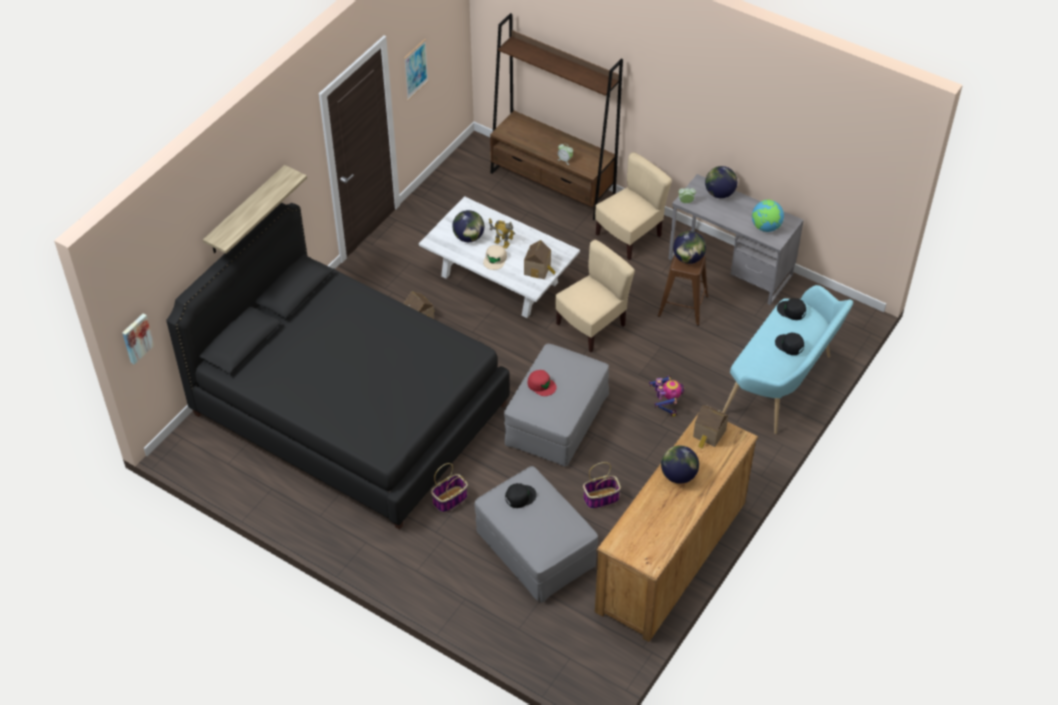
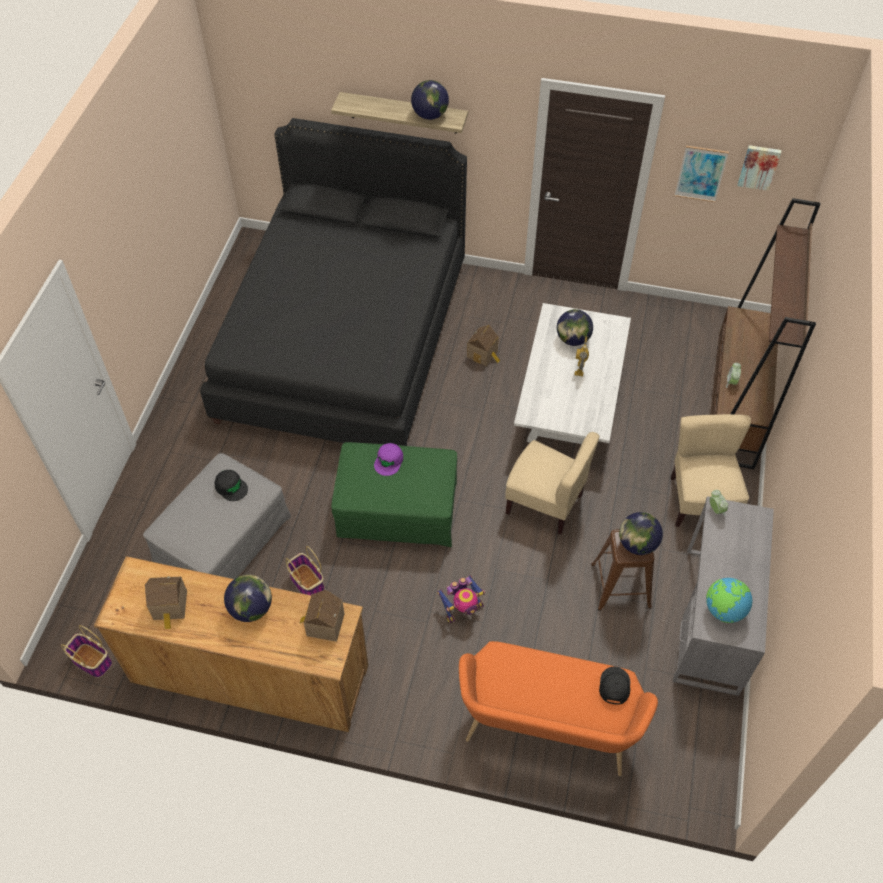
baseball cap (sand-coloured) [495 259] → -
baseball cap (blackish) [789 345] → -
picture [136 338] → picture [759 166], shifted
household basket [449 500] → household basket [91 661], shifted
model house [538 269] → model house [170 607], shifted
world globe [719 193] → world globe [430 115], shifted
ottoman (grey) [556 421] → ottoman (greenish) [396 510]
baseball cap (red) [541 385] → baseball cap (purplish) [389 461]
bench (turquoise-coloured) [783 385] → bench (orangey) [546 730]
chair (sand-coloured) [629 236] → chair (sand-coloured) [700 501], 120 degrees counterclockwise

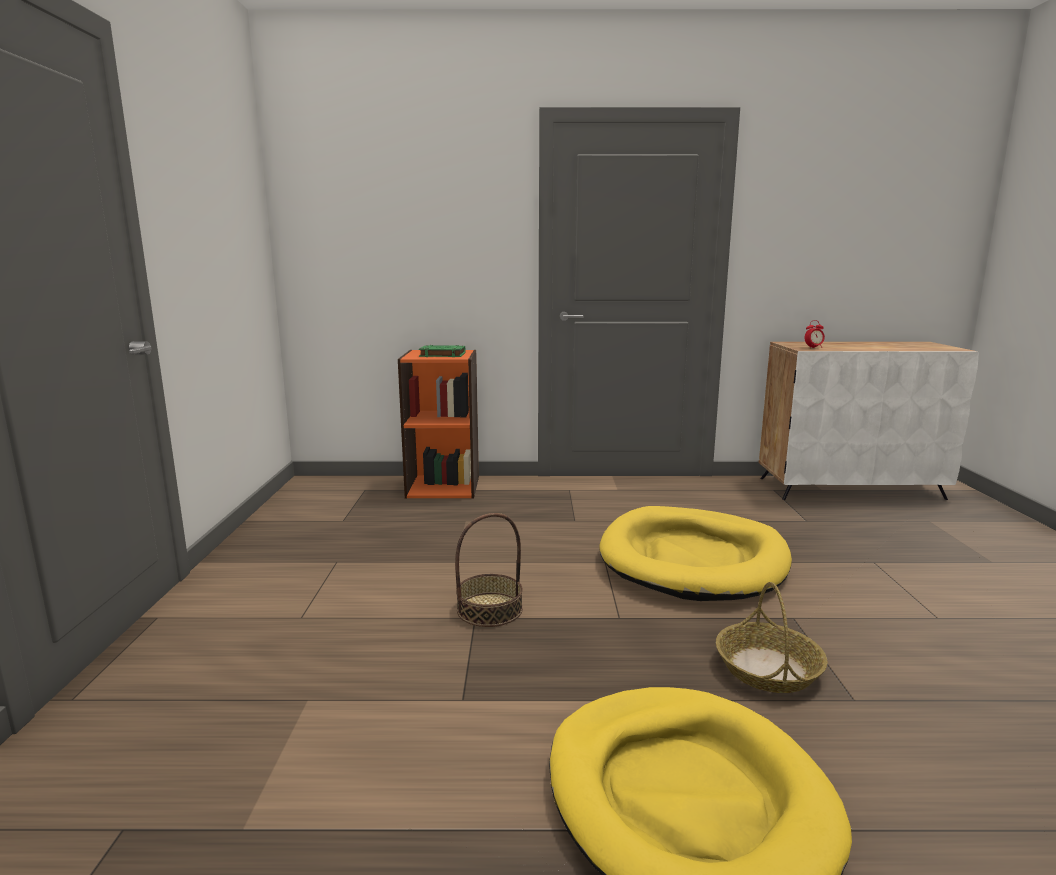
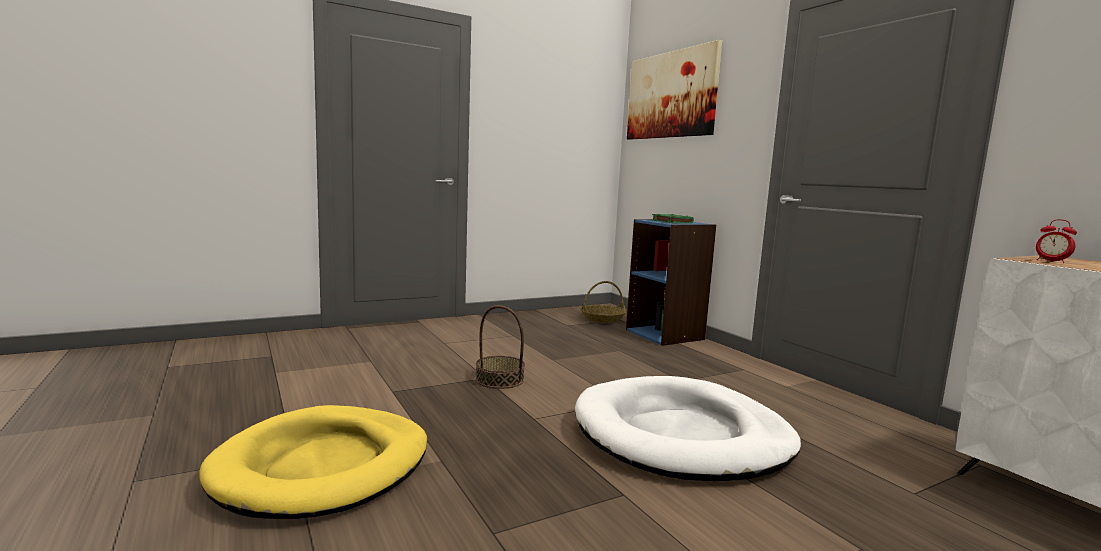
- → picture [671 95]
household basket [768 669] → household basket [602 319], shifted
bookcase (orangey) [443 486] → bookcase (blue-coloured) [665 334]
dog cushion (yellowish) [693 559] → dog cushion (whitish) [682 435]

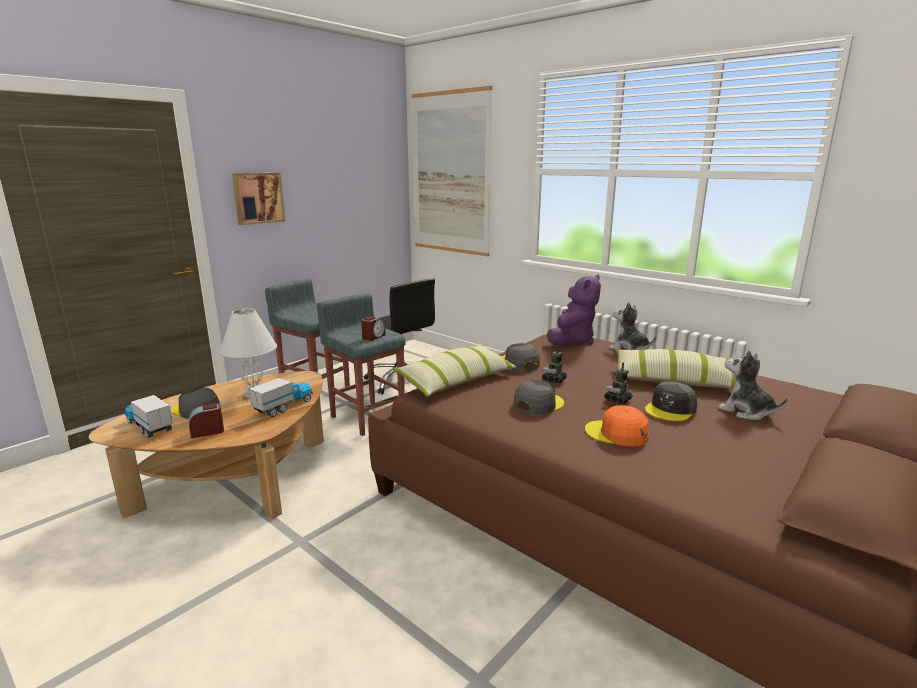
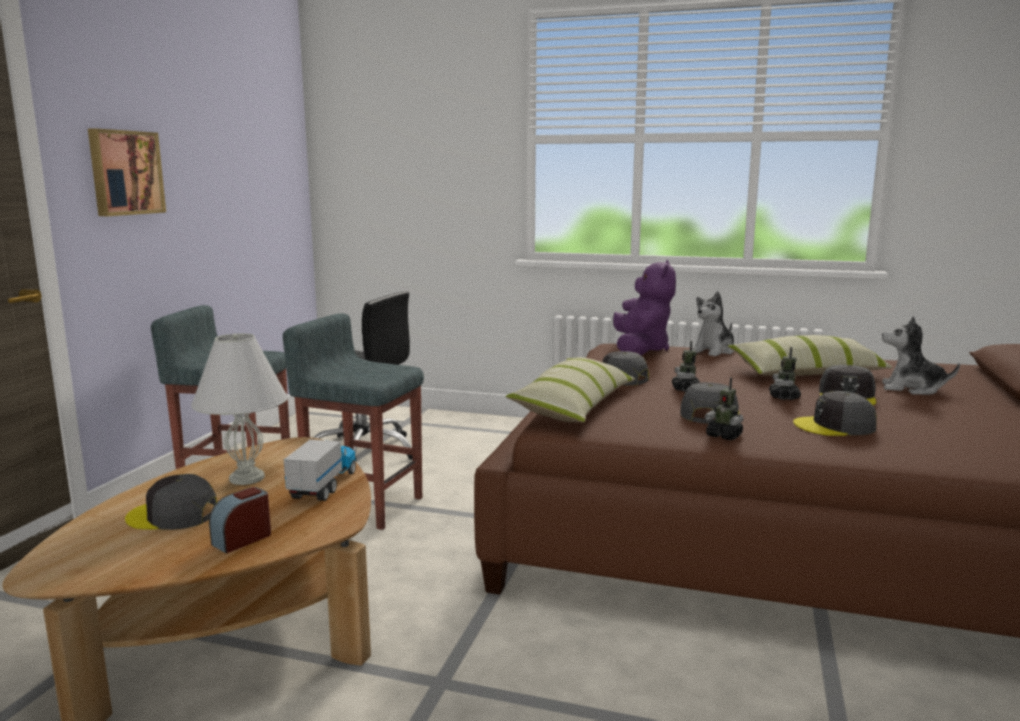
model truck [149 426] → -
alarm clock [373 337] → -
picture [450 174] → -
- → model robot [724 436]
baseball cap (orangey) [617 434] → baseball cap (grey) [835 426]
cuddly toy [629 349] → cuddly toy [714 351], 60 degrees counterclockwise

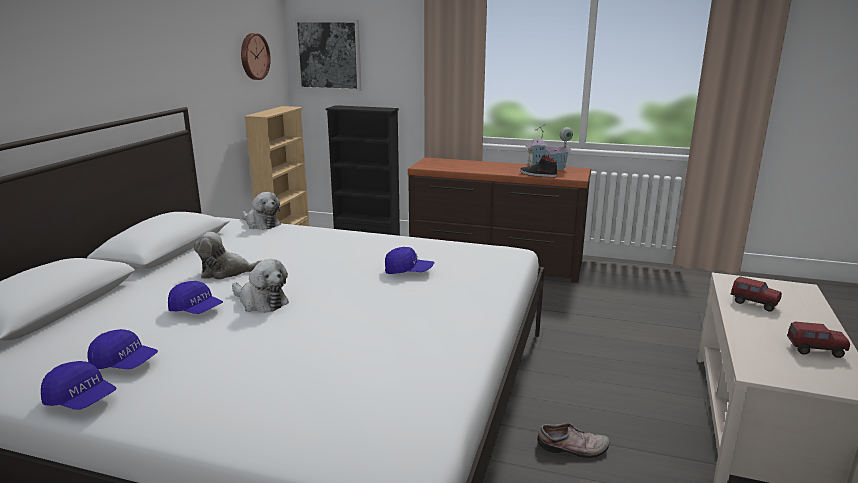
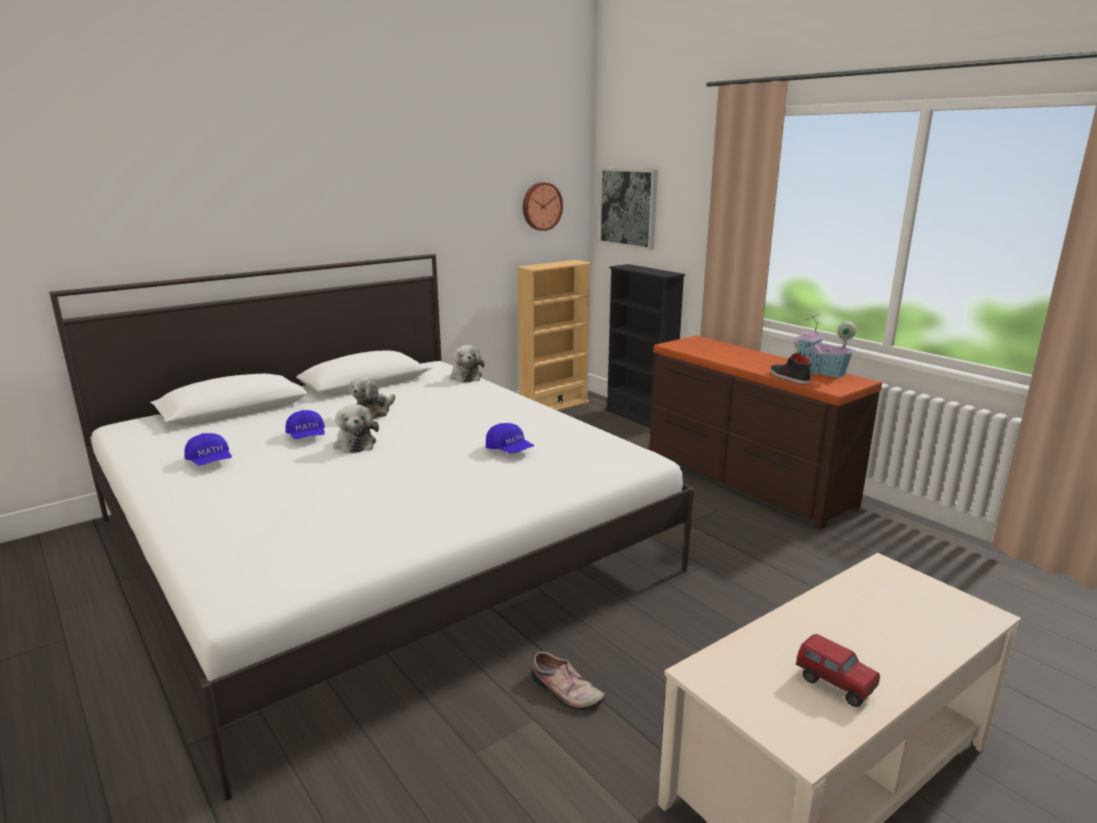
baseball cap (blue-coloured) [81 400] → -
model truck [754 304] → -
cuddly toy [226 272] → cuddly toy [373 412], 90 degrees counterclockwise

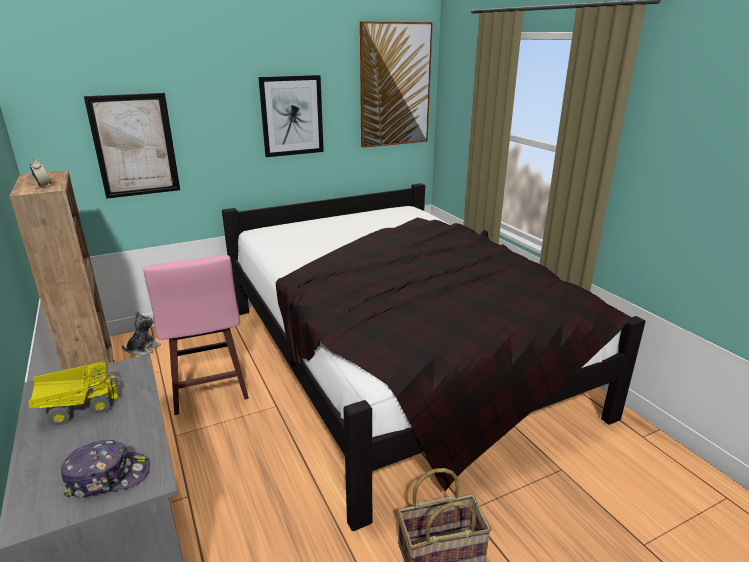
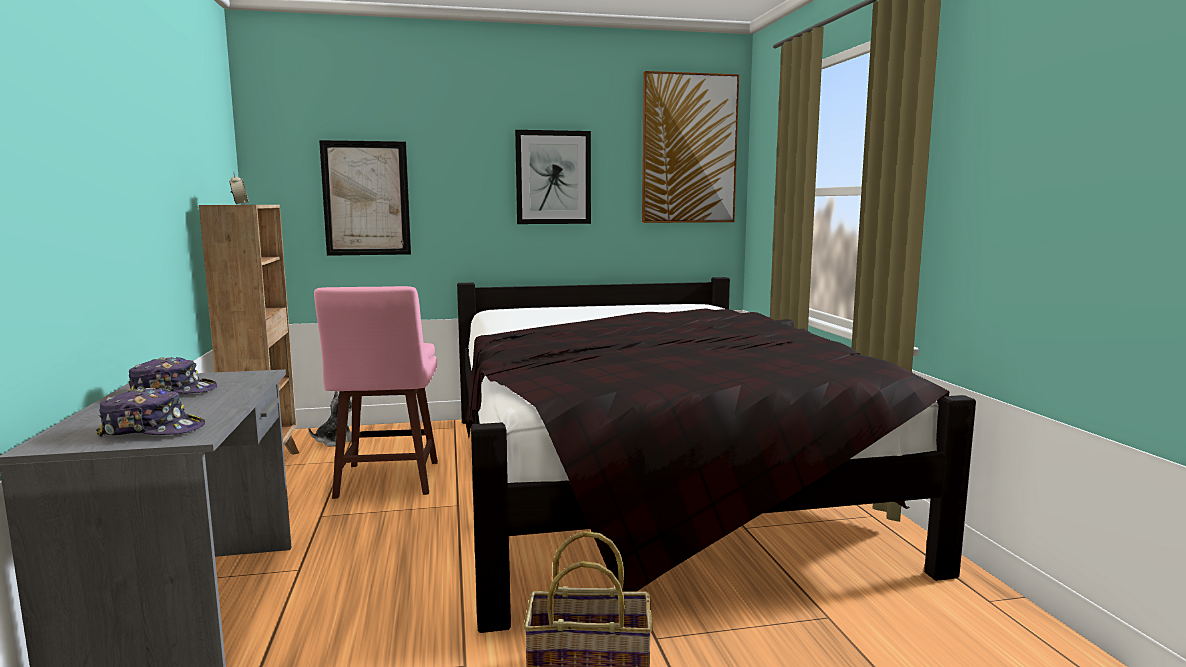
model truck [77 408] → baseball cap [173 391]

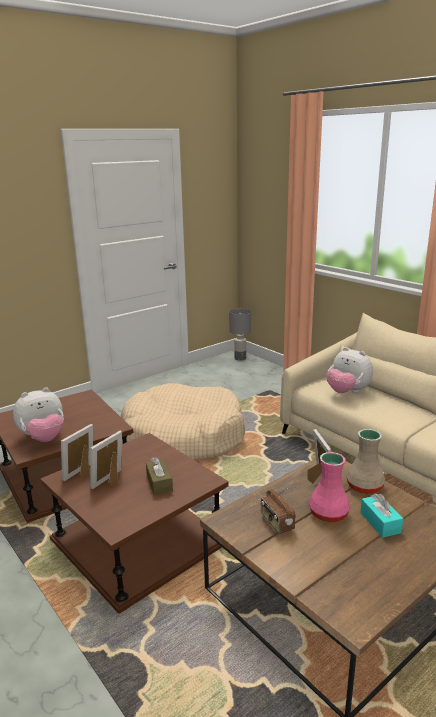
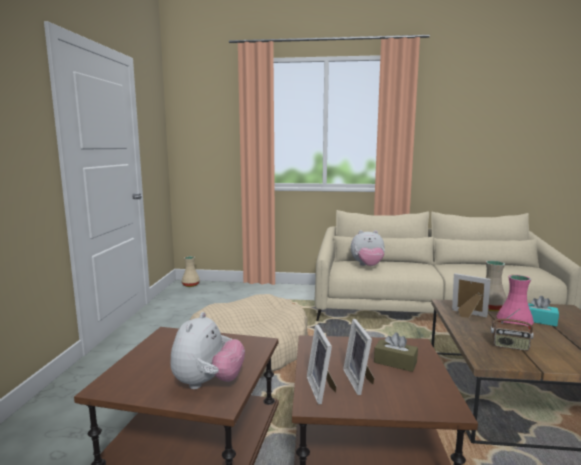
tabletop lamp (grey) [240 358] → flower vase (sand-coloured) [190 285]

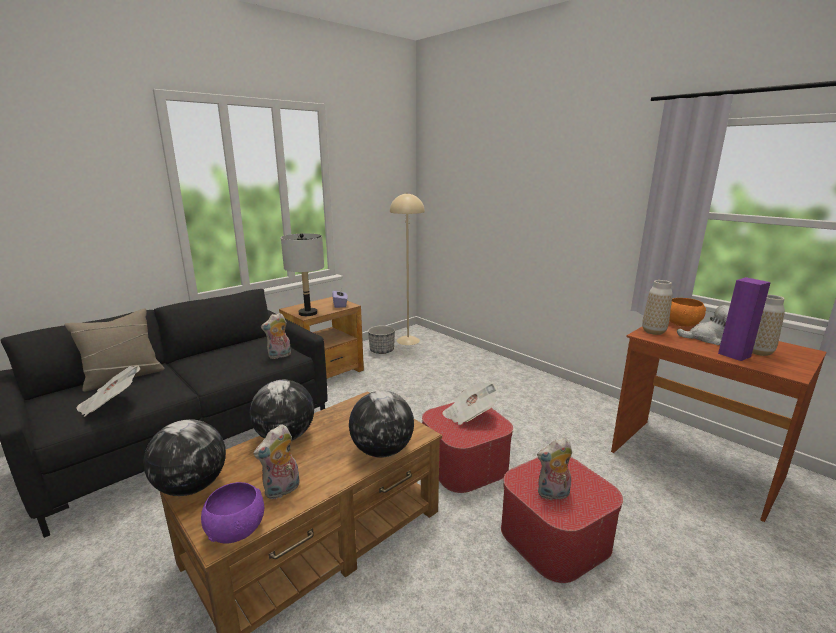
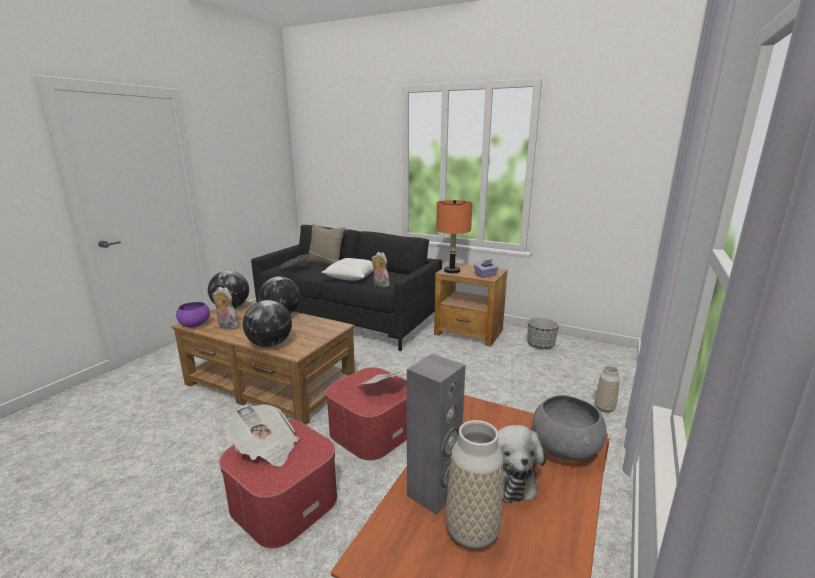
floor lamp (sand-coloured) [408 340] → -
- → pillow (whitish) [352 277]
flower vase [653 331] → flower vase [604 408], shifted
cuddly toy [553 494] → newspaper [266 448]
tabletop lamp (grey) [308 313] → tabletop lamp (orangey) [452 271]
bowl (orangey) [682 324] → bowl (grey) [565 450]
audio speaker (purplish) [734 355] → audio speaker (grey) [434 493]

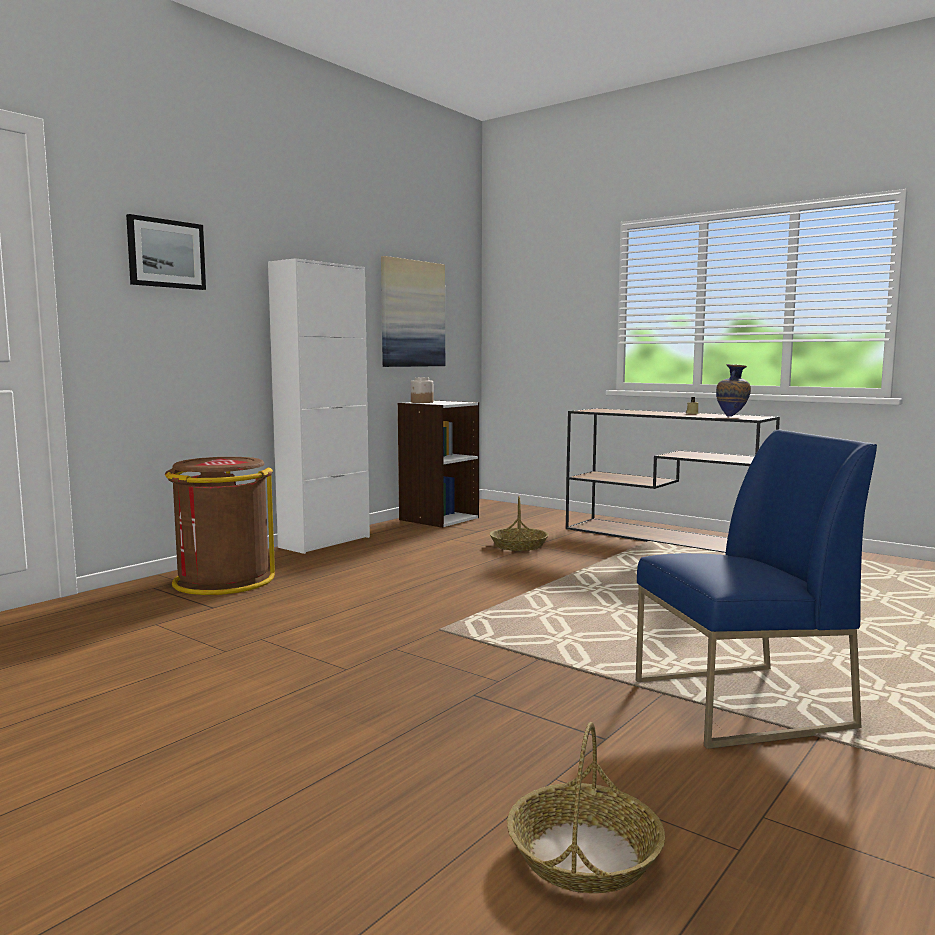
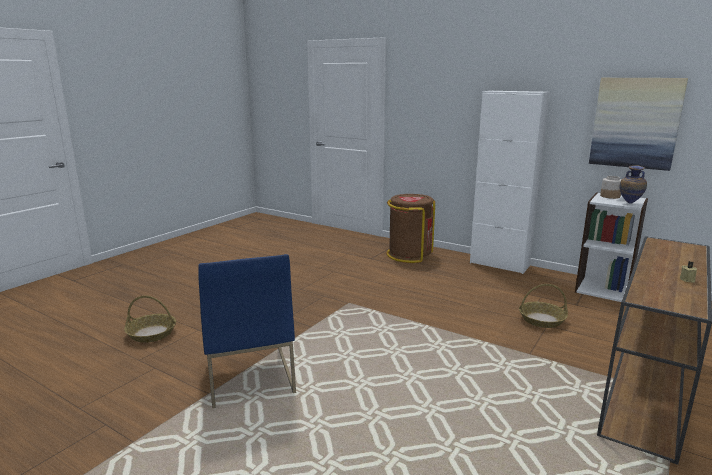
picture [166 253] → -
flower vase [732 417] → flower vase [629 203], shifted

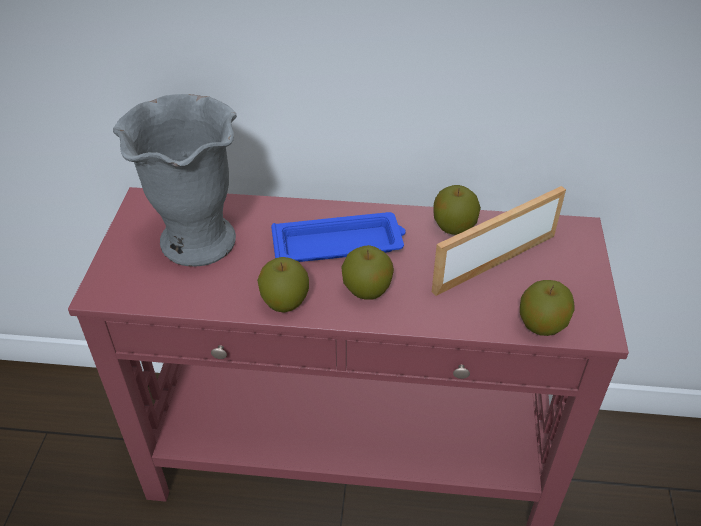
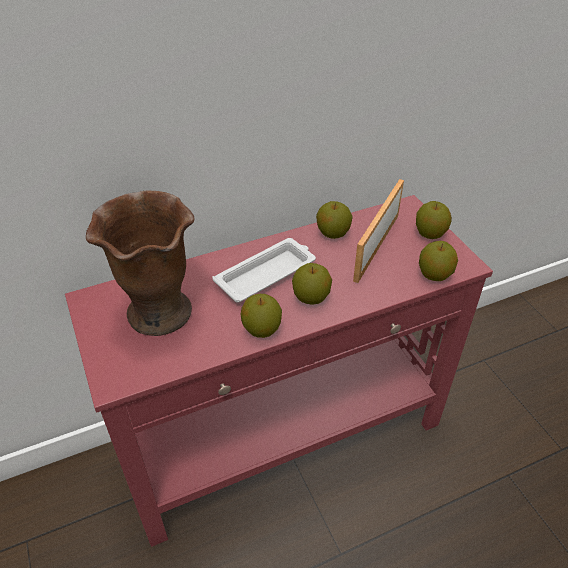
- → apple fruit [430 234]
flower vase (grey) [198 241] → flower vase (brown) [159 312]
tray (blue-coloured) [340 244] → tray (whitish) [267 274]

